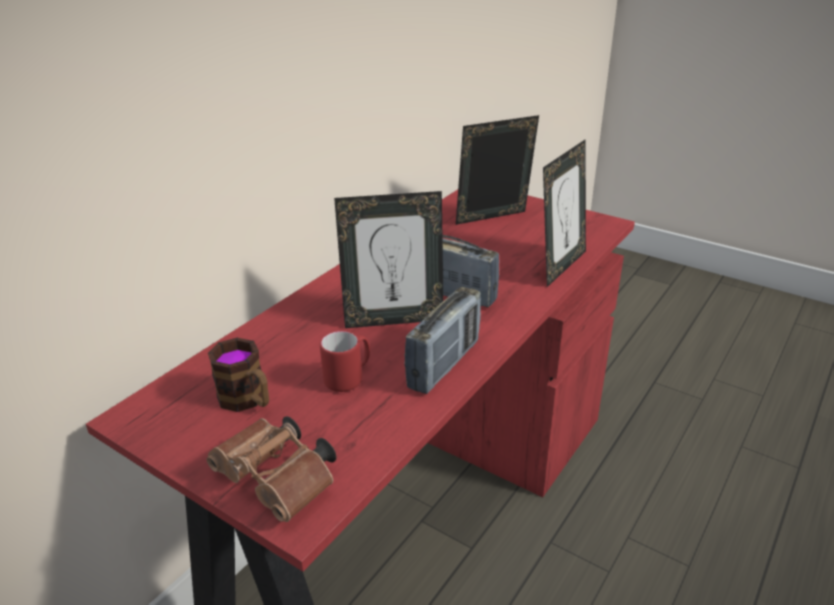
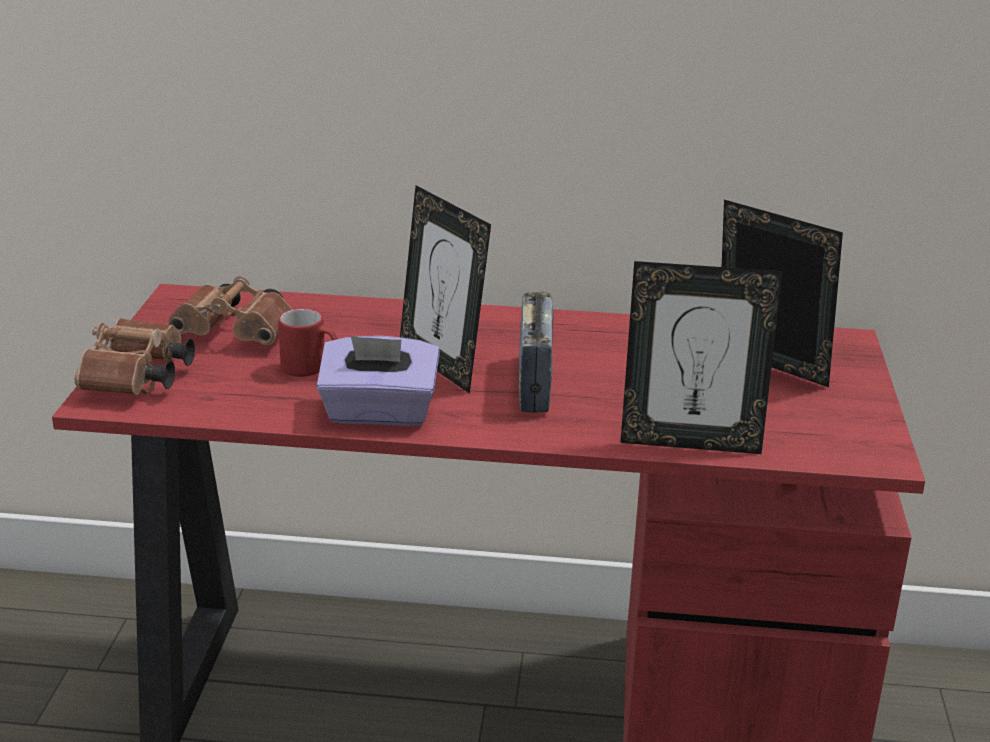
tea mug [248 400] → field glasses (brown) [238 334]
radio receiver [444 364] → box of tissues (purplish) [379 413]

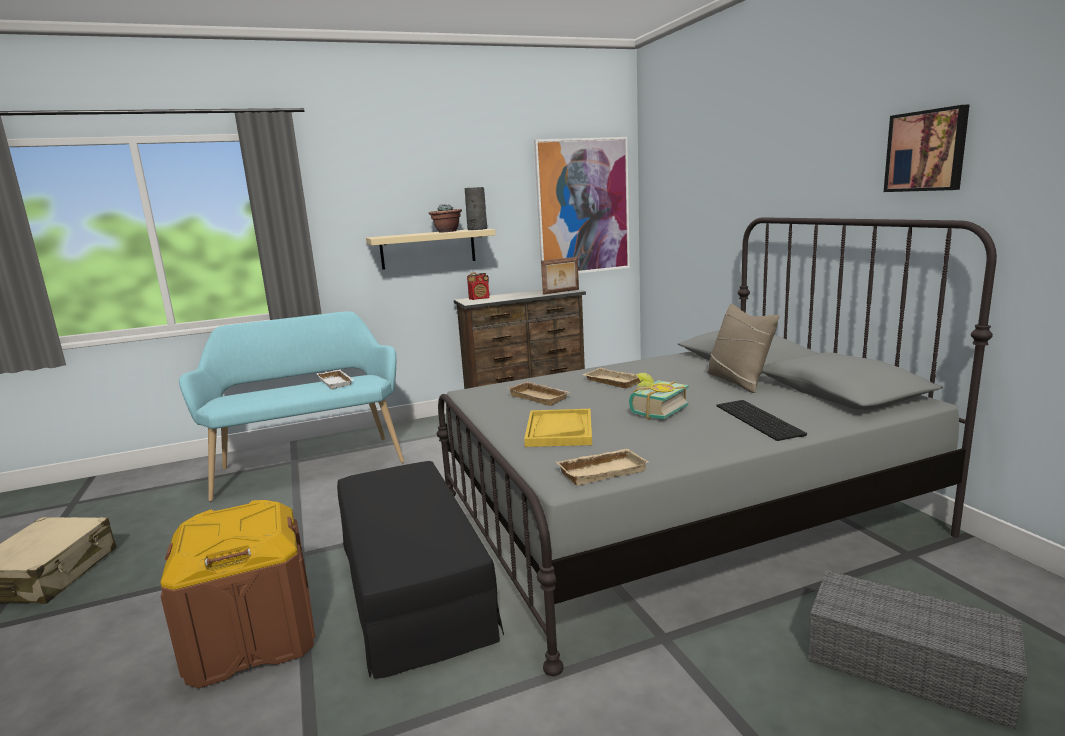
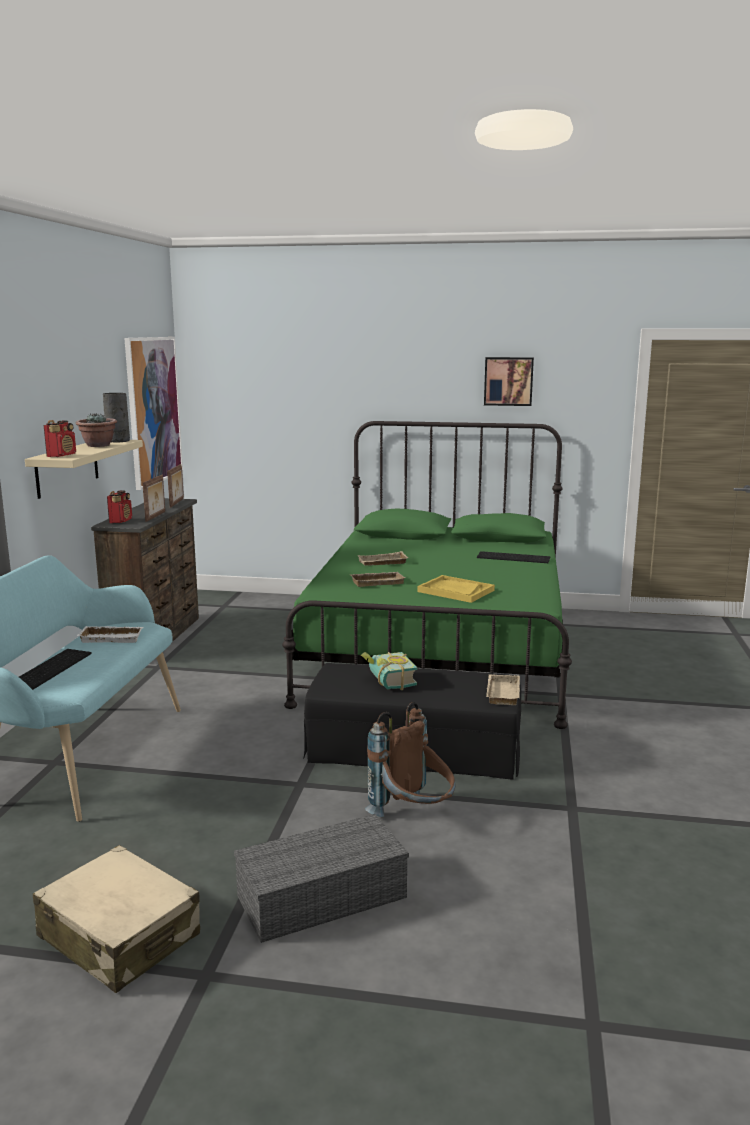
pillow (sand-coloured) [738 381] → -
- → computer keyboard [49 668]
- → radio receiver [62 455]
- → standing frame [156 516]
tray (sand-coloured) [602 471] → tray (sand-coloured) [501 693], shifted
bound book [654 410] → bound book [387 682], shifted
storage container (grey) [910 664] → storage container (grey) [323 895], shifted
storage container (brown) [253 637] → knapsack (brown) [414 817]
bedroom bed (grey) [676 513] → bedroom bed (greenish) [439 651]

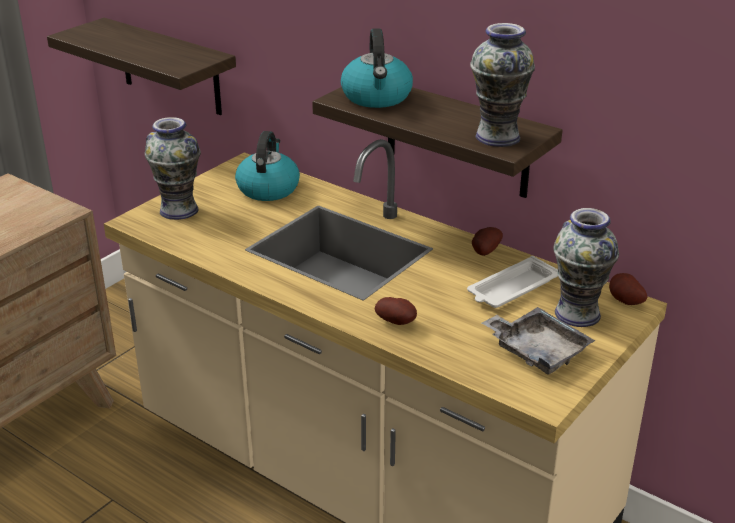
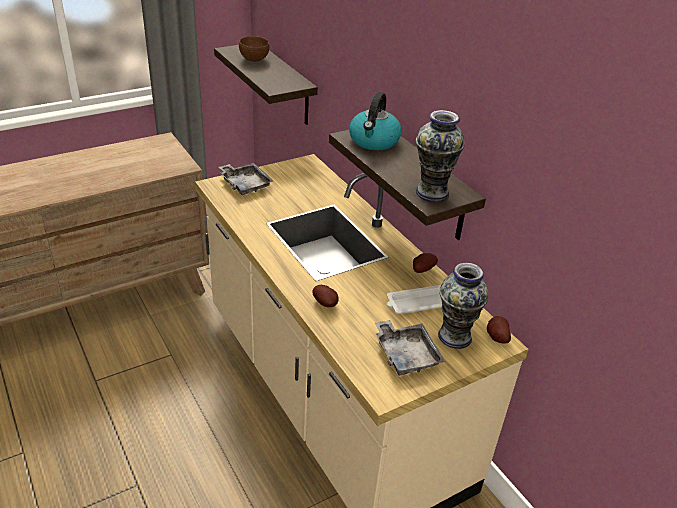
kettle [268 188] → -
- → bowl (brown) [254 59]
flower vase [179 210] → tray (grey) [245 184]

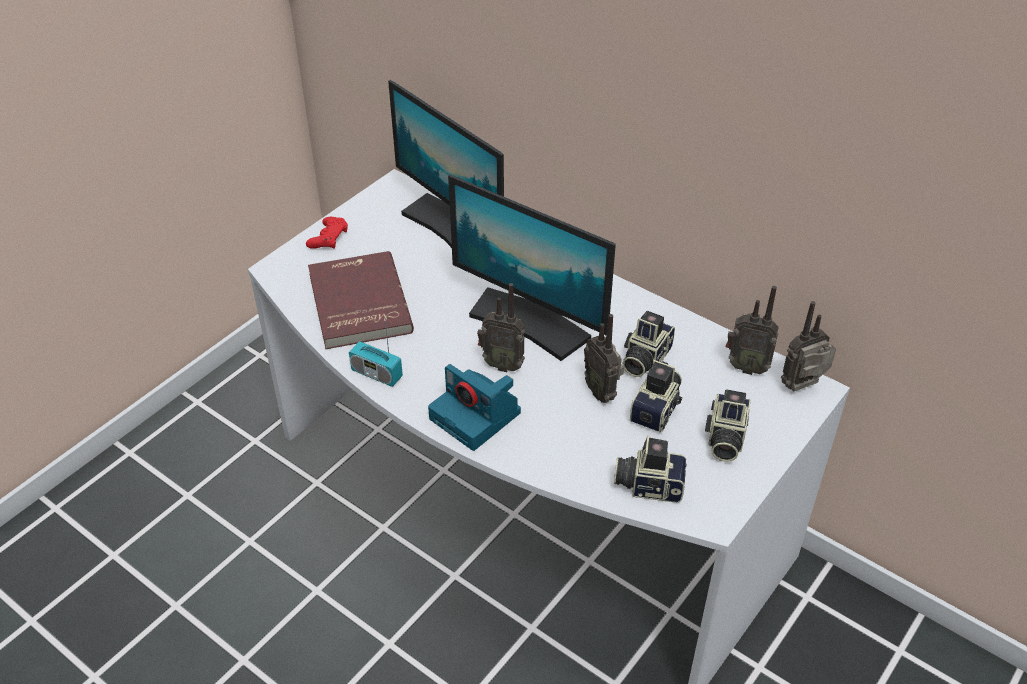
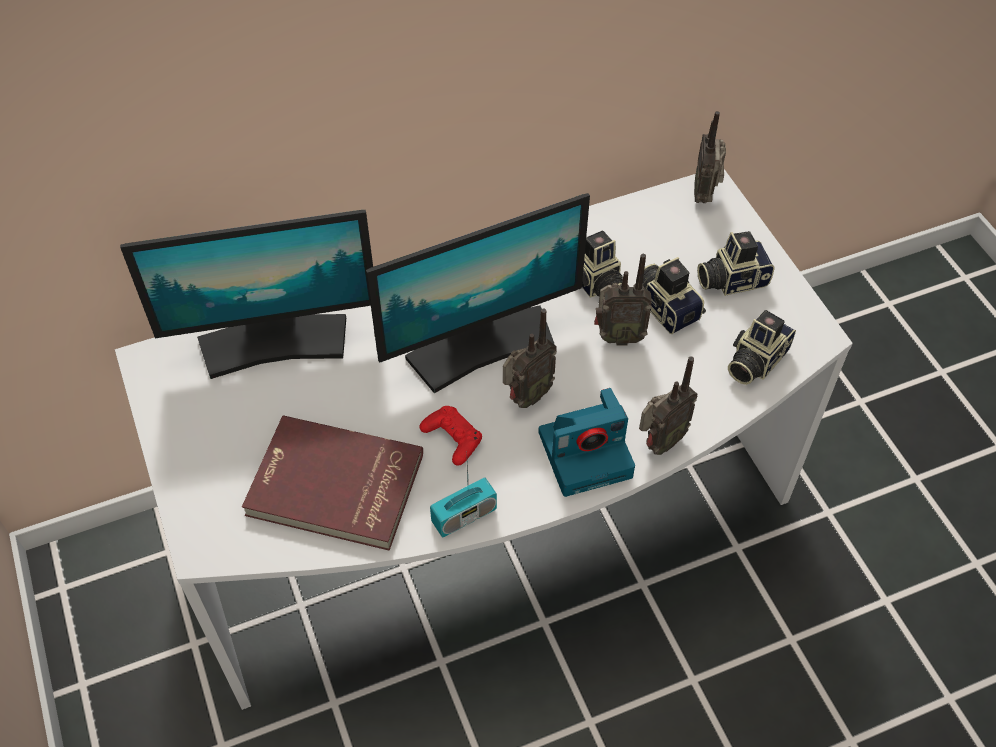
gamepad (red) [328 238] → gamepad (red) [452 438], shifted
radio receiver [746 366] → radio receiver [659 443], shifted
photo camera [724 438] → photo camera [731 279], 120 degrees clockwise

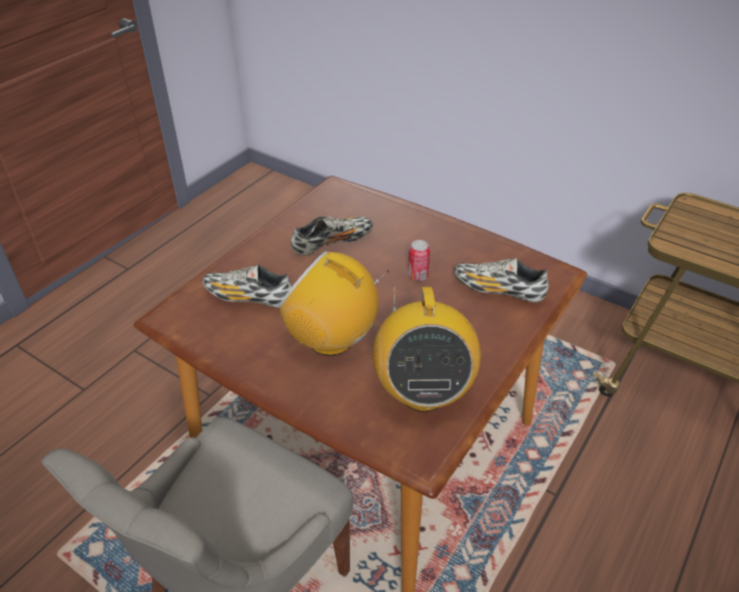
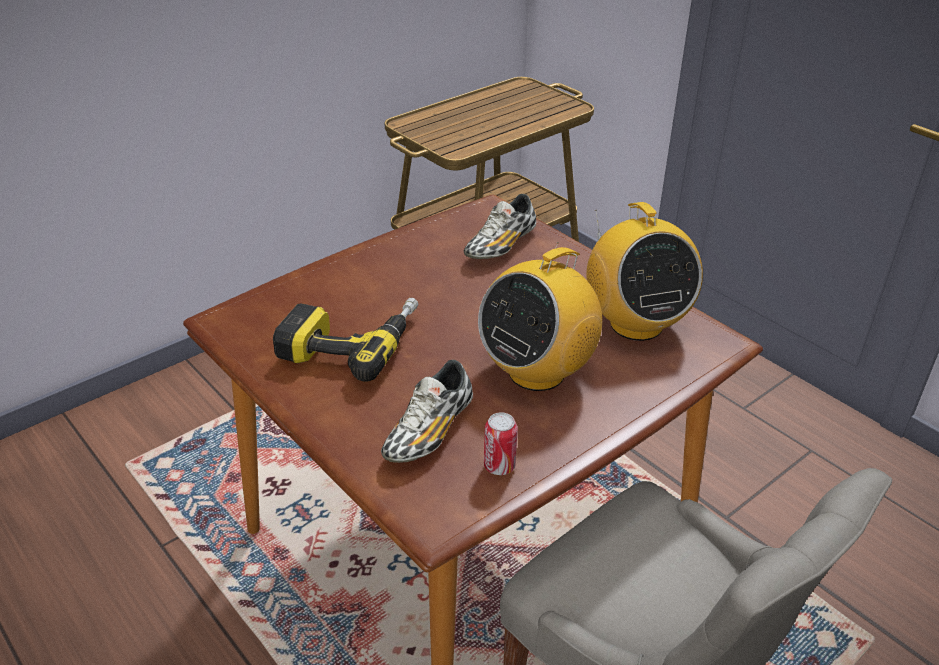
metal can [417 276] → metal can [499 466], shifted
item of footwear [332 243] → electric drill [351 342]
radio receiver [422 391] → radio receiver [635 324], 60 degrees clockwise

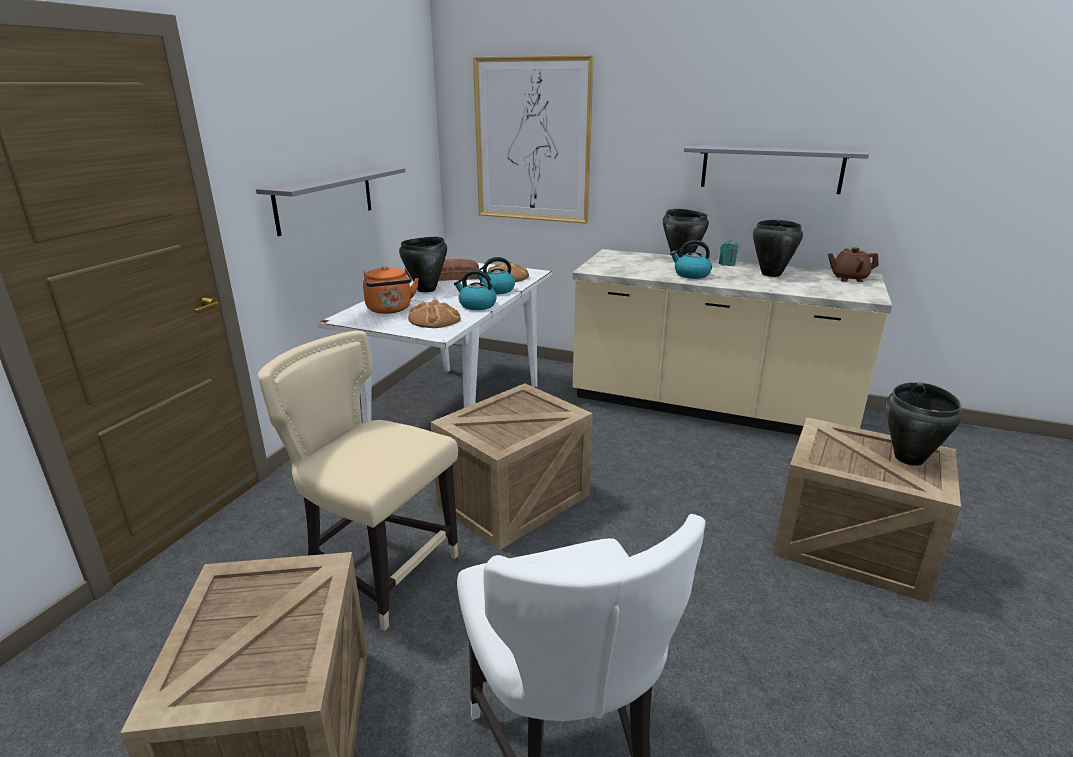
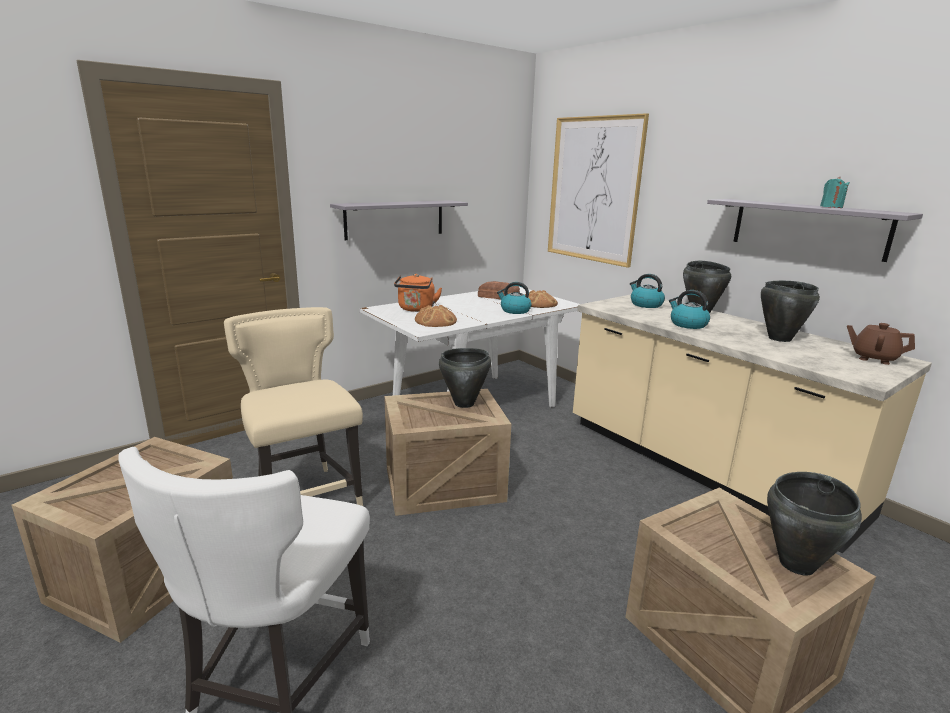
cooking pot (blackish) [427 289] → cooking pot (blackish) [464 404], shifted
kettle [476 305] → kettle [645 304], shifted
candle (turquoise-coloured) [727 264] → candle (turquoise-coloured) [831 207], shifted

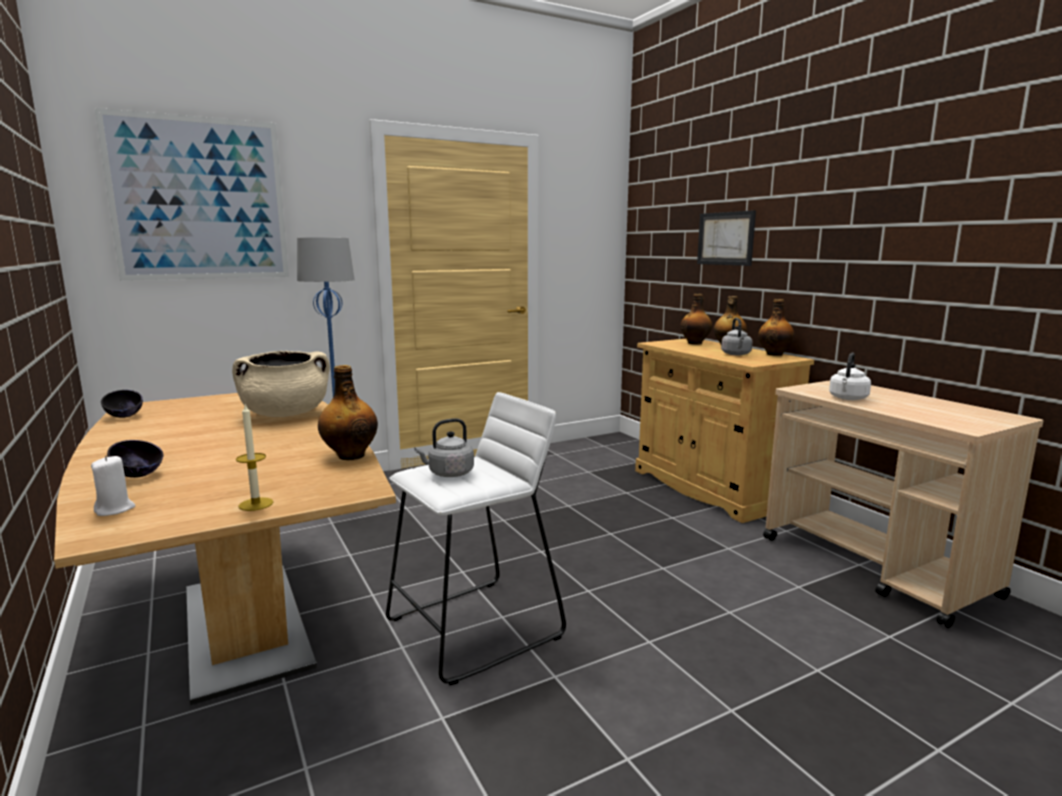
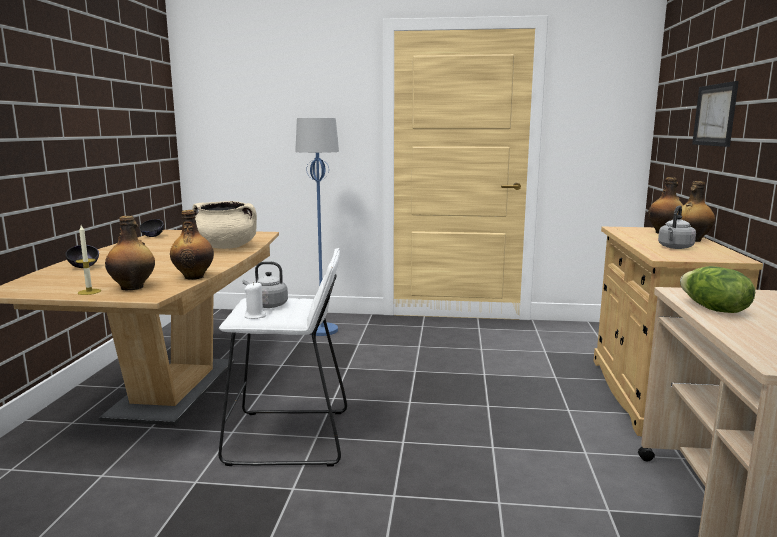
picture [199 199] → -
candle (whitish) [115 509] → candle (whitish) [255 316], shifted
beverage bottle [774 354] → beverage bottle [133 287], shifted
kettle (whitish) [847 398] → lettuce [713 309]

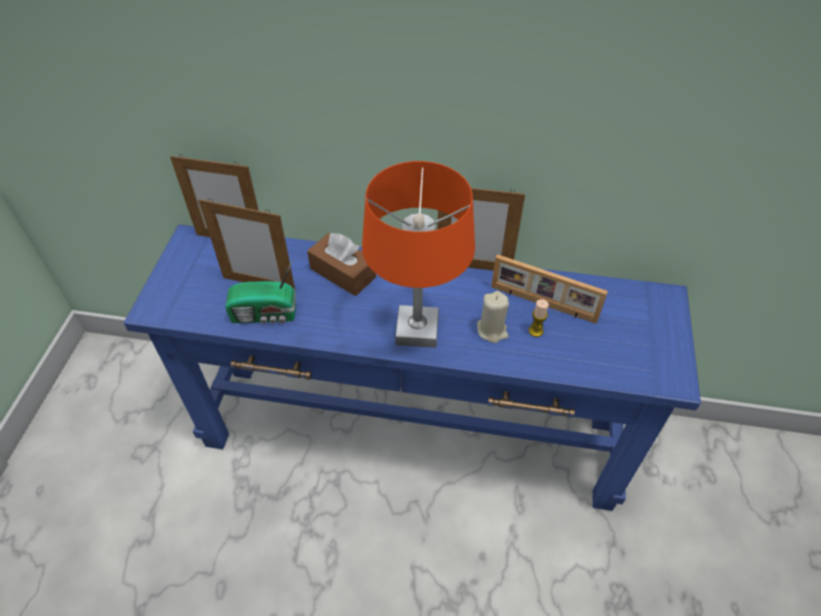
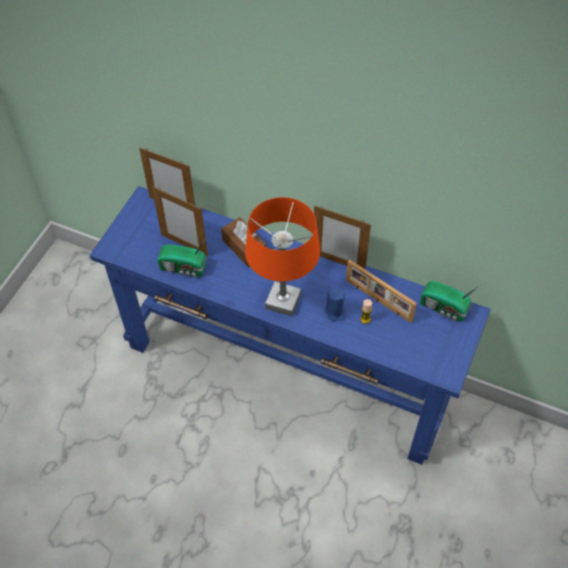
- → radio receiver [444 309]
candle (sand-coloured) [492 330] → candle (blue-coloured) [335 312]

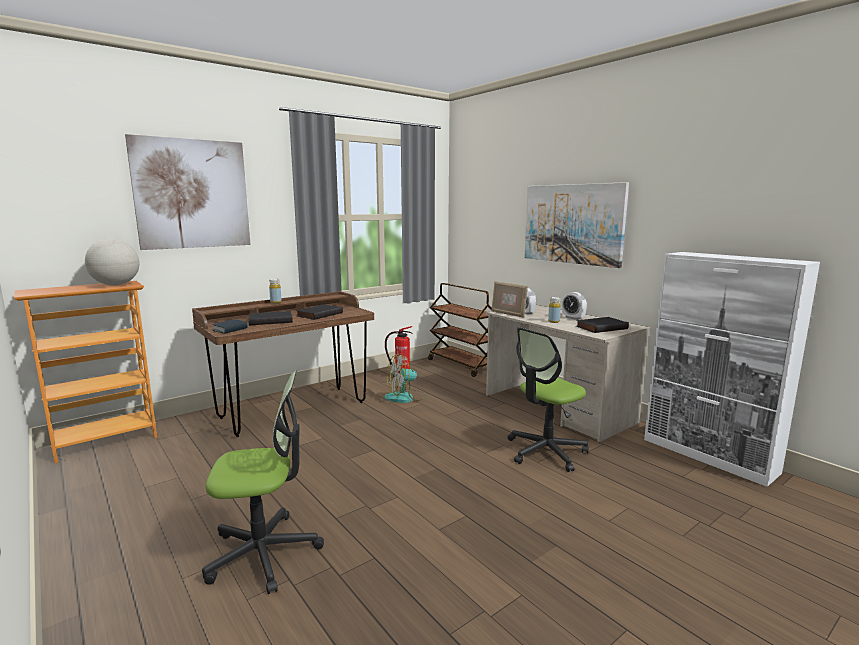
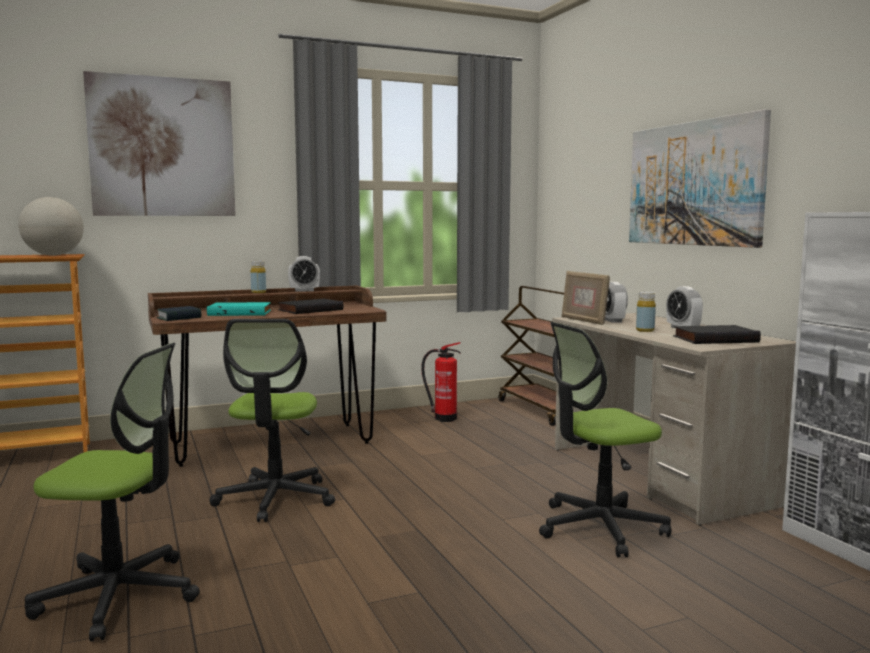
cooling fan [406 397] → -
- → office chair [275 499]
- → alarm clock [304 290]
bound book (blackish) [271 320] → bound book (turquoise-coloured) [240 313]

